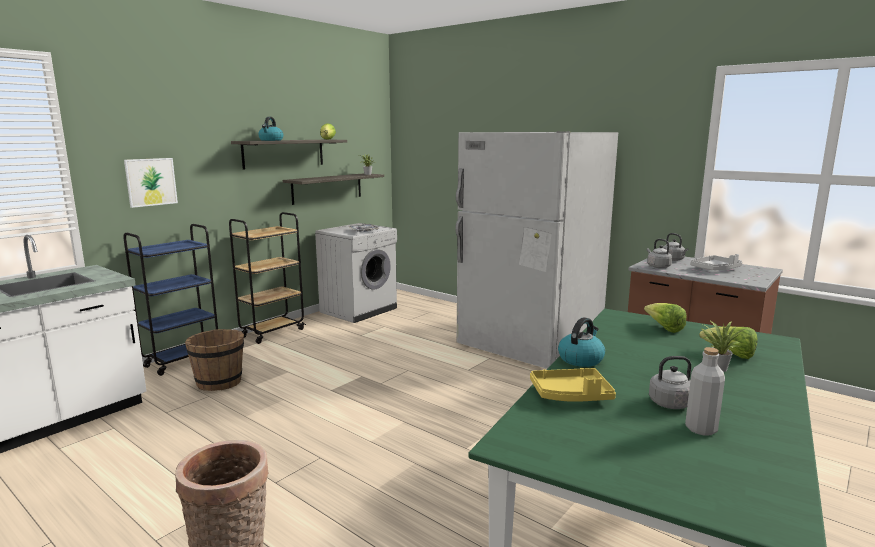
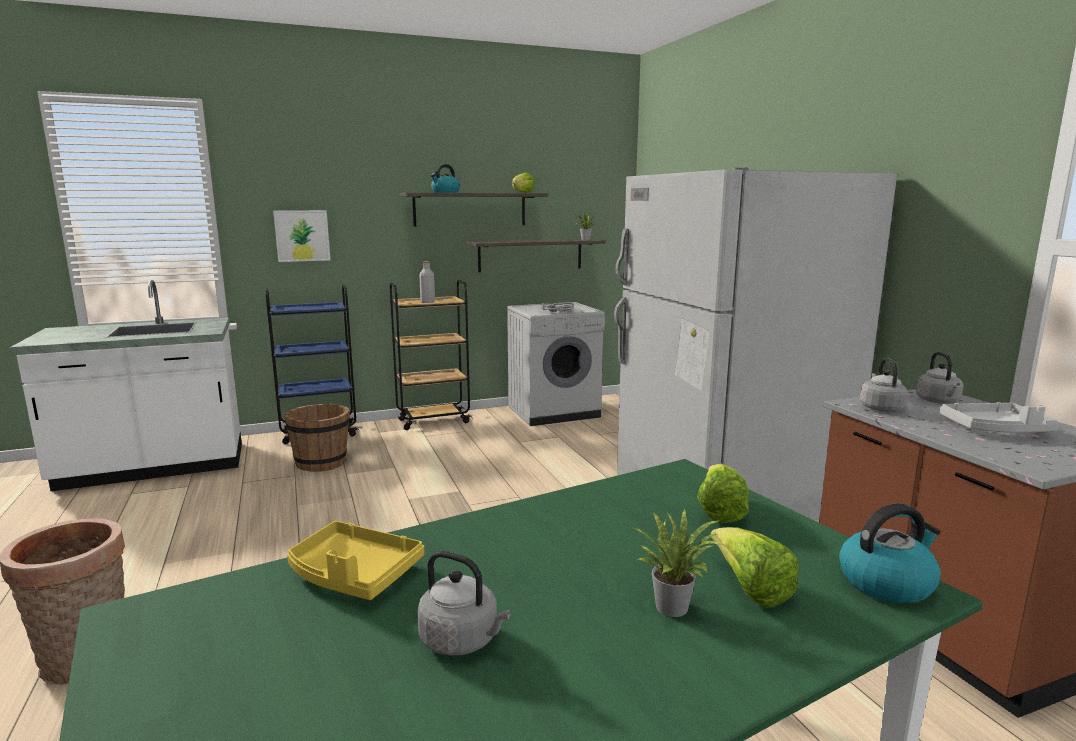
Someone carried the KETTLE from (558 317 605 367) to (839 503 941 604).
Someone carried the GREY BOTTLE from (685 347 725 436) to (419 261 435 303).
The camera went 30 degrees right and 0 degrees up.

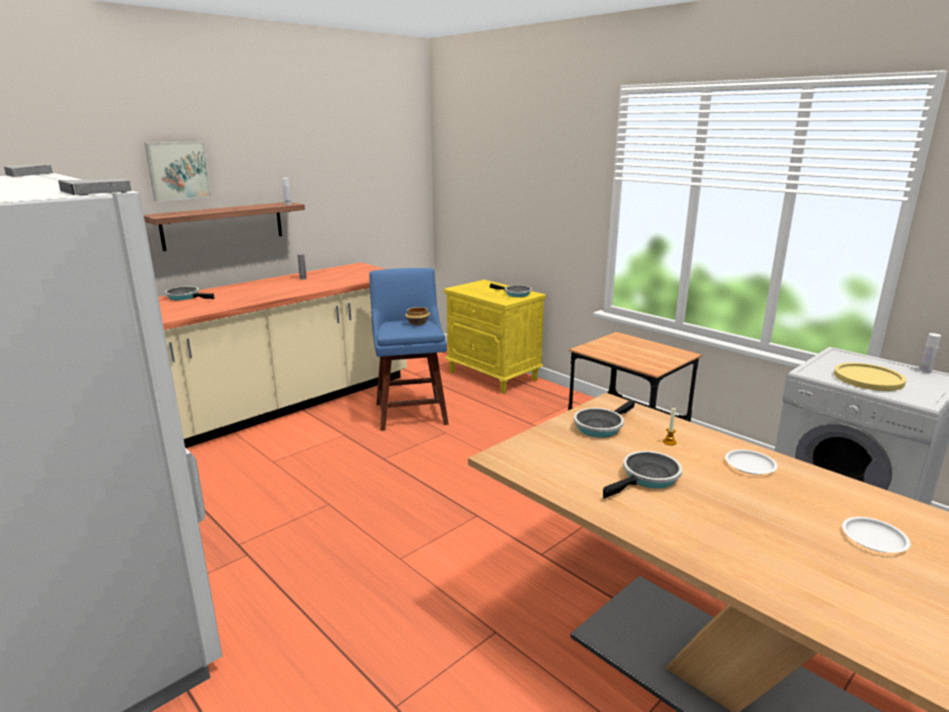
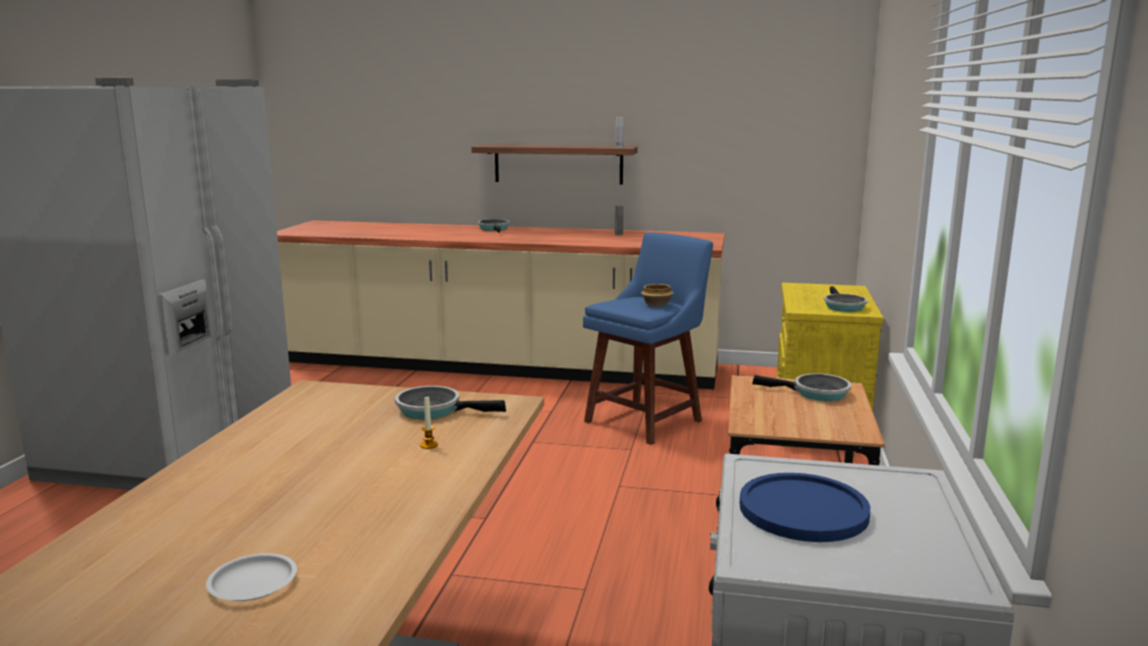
Someone took away the PICTURE at (144 142 212 202).
Someone carried the FRYING PAN from (603 451 682 499) to (752 373 851 401).
Someone took away the WHITE PLATE at (725 450 777 475).
Someone repainted the YELLOW PLATE at (834 363 906 391), which became the BLUE PLATE at (740 473 870 542).
Someone took away the WHITE BOTTLE at (919 333 941 373).
The camera went 55 degrees right and 5 degrees down.

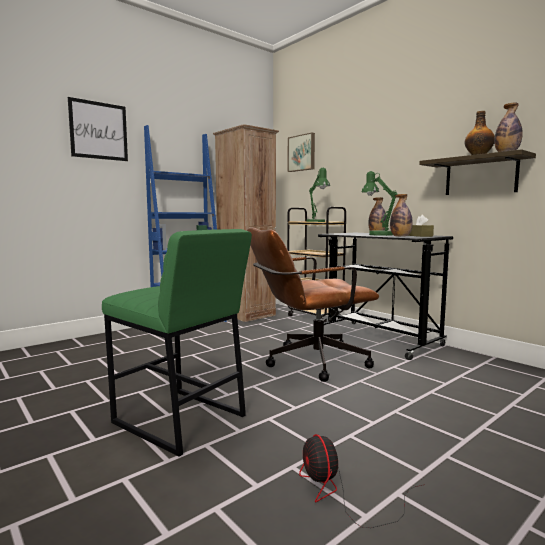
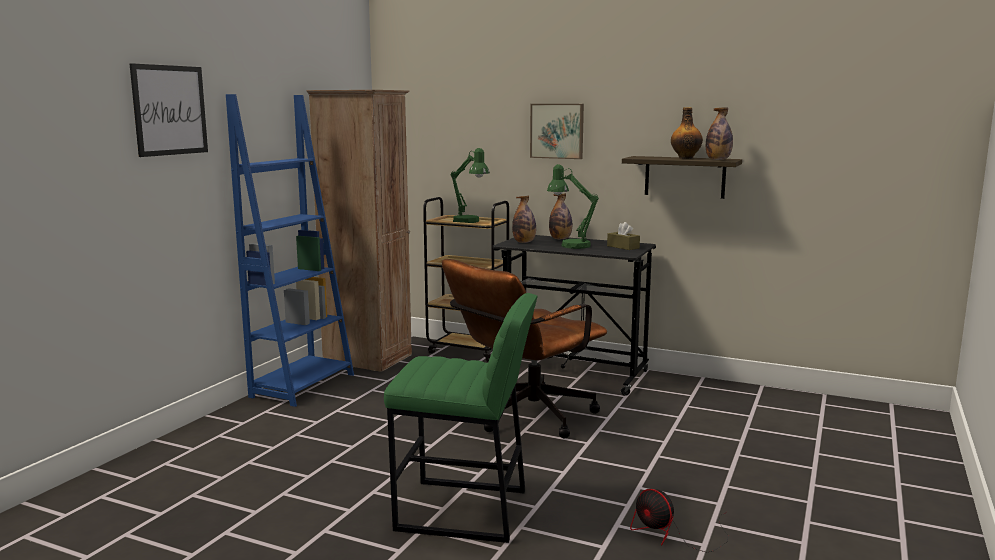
Someone carried the PICTURE from (288 133 315 172) to (530 104 584 159).
Someone carried the BOTTLE from (390 194 413 237) to (512 195 536 243).
The camera went 25 degrees left and 5 degrees up.

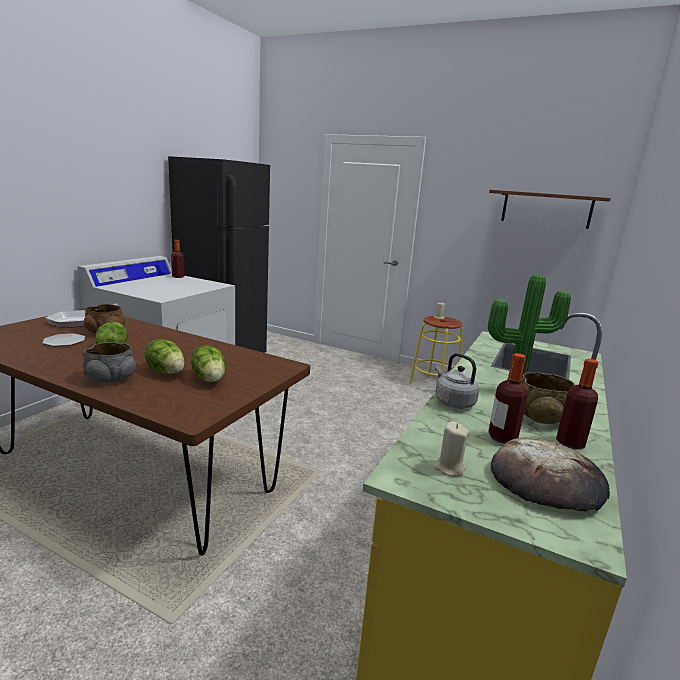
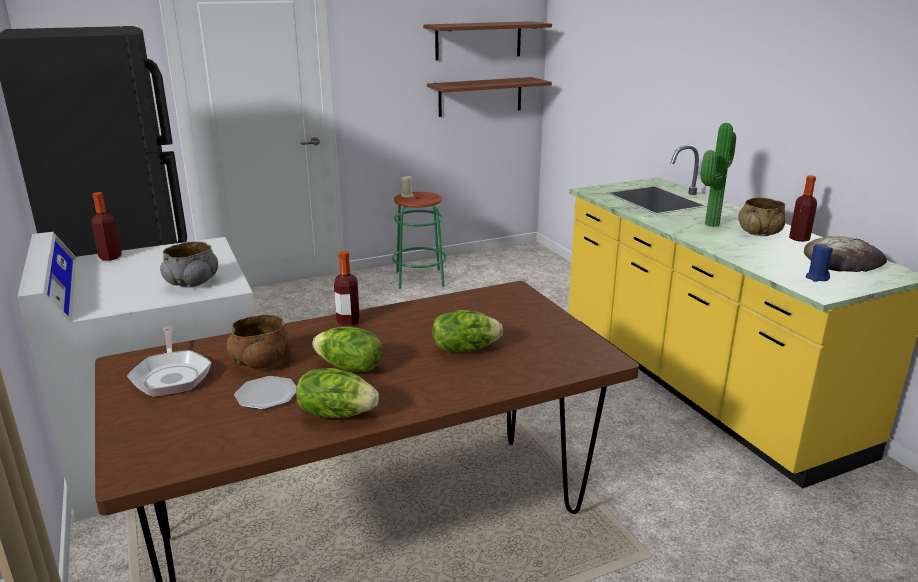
Someone carried the GREY BOWL from (83 342 136 383) to (160 241 218 288).
Someone carried the LETTUCE from (191 345 226 382) to (296 368 379 418).
Someone repainted the YELLOW STOOL at (409 316 462 384), which became the GREEN STOOL at (392 192 447 289).
Someone repainted the BEIGE CANDLE at (433 422 469 477), which became the BLUE CANDLE at (806 244 833 282).
Someone took away the GREY KETTLE at (435 353 480 409).
Someone carried the BOTTLE from (488 353 528 443) to (334 251 360 326).
Someone put up the BROWN SHELF at (427 77 552 117).
The camera went 50 degrees left and 5 degrees up.

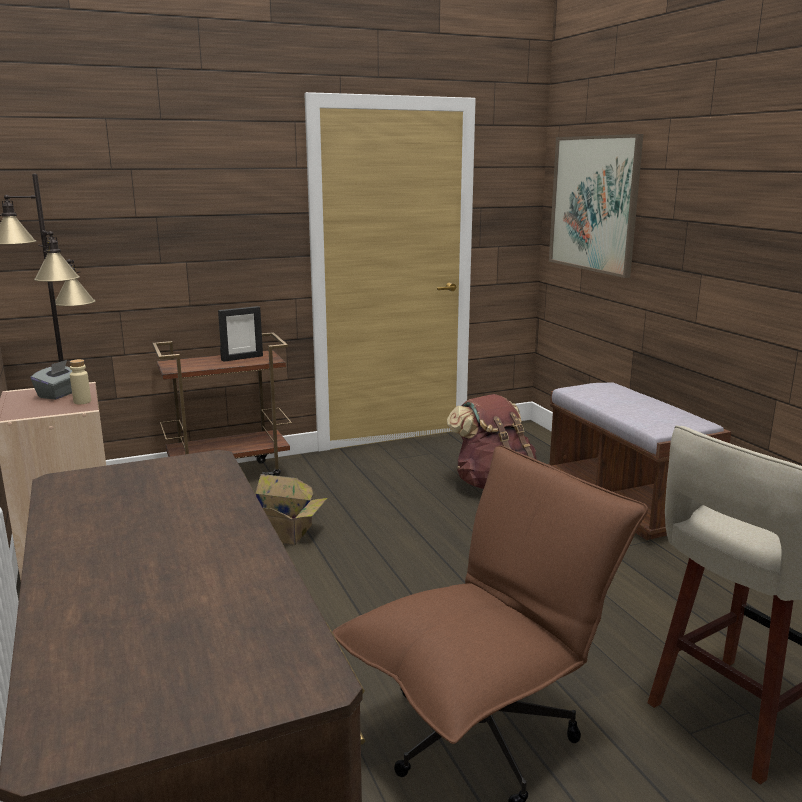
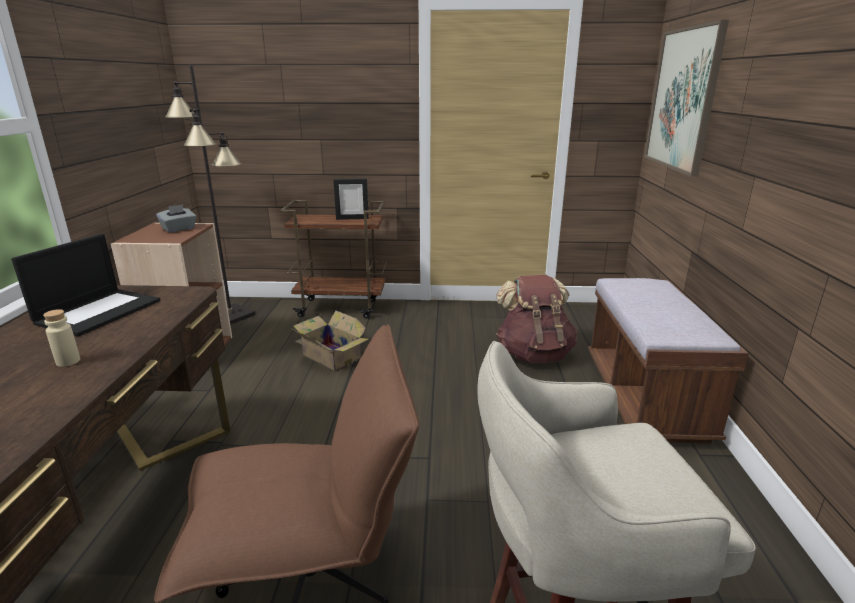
Someone carried the BEIGE BOTTLE from (70 359 91 404) to (43 309 80 367).
Someone put down the LAPTOP at (11 234 161 336).
The camera went 25 degrees right and 5 degrees up.

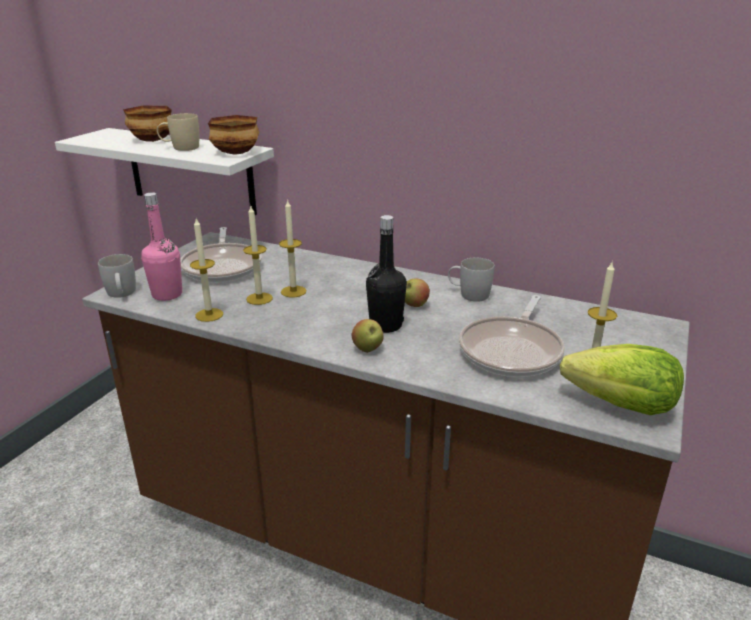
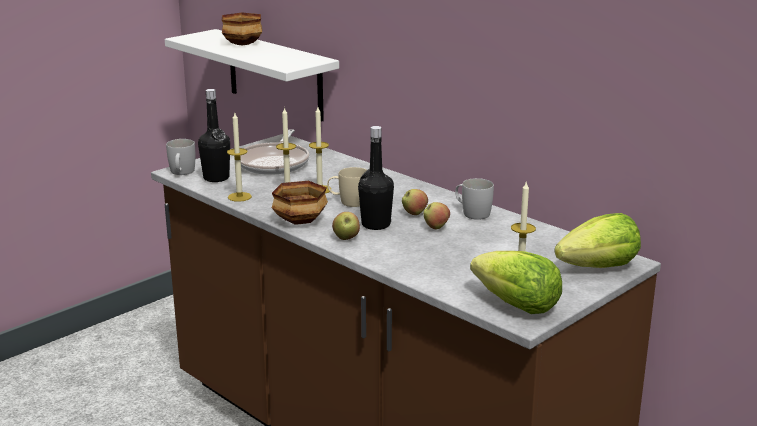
Someone repainted the PINK BOTTLE at (141 192 182 301), which became the BLACK BOTTLE at (198 89 230 182).
Someone carried the BEIGE MUG from (157 113 199 151) to (327 167 367 207).
Someone carried the BOWL from (208 115 259 155) to (272 181 328 224).
Someone took away the FRYING PAN at (459 295 565 377).
Someone put down the APPLE at (423 202 450 230).
Someone put down the LETTUCE at (554 213 641 268).
The camera went 20 degrees right and 5 degrees down.

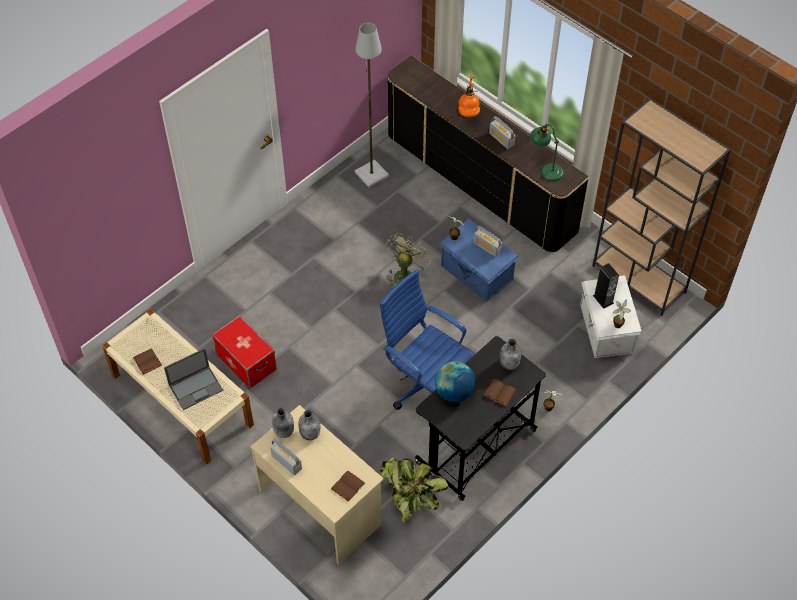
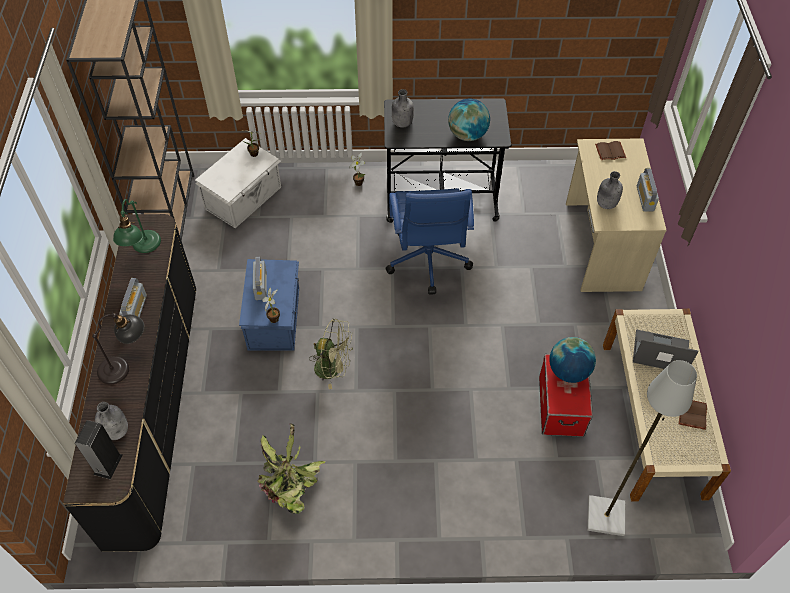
Someone carried the GREY BOTTLE from (272 408 294 438) to (95 402 128 440).
Someone carried the GREY FLOOR LAMP from (355 23 389 187) to (587 360 697 536).
Someone carried the POTTED PLANT from (379 458 449 523) to (257 423 325 514).
Someone rotated the GREEN FAN at (386 233 431 289) by 150 degrees counterclockwise.
Someone repainted the ORANGE TABLE LAMP at (458 74 480 118), which became the GREY TABLE LAMP at (92 312 144 385).
Someone took away the BROWN BOOK at (483 379 516 406).
Someone carried the SPEAKER from (593 263 619 309) to (75 420 122 479).
Someone put down the GLOBE at (549 337 596 383).
The camera went 135 degrees left and 0 degrees up.

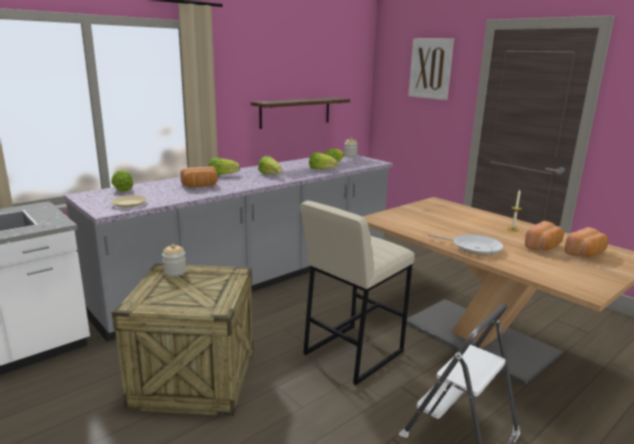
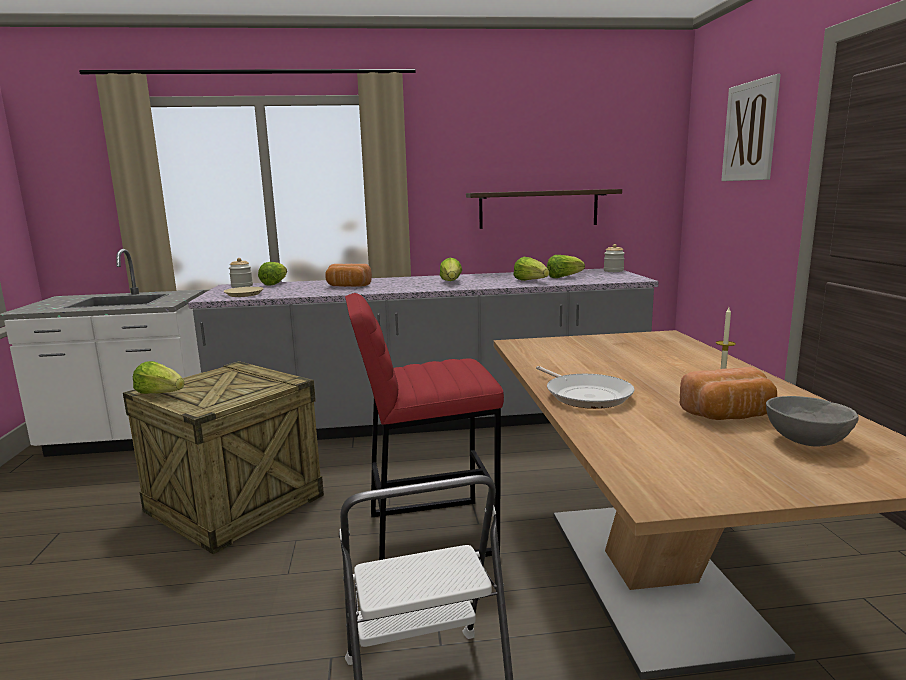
Someone carried the JAR from (162 244 186 276) to (229 258 253 288).
Someone carried the LETTUCE from (209 158 240 176) to (133 361 185 394).
Someone repainted the BEIGE STOOL at (300 200 415 385), which became the RED STOOL at (345 293 504 560).
Someone swapped the BREAD at (565 227 608 257) for the GREY BOWL at (766 396 859 446).
The camera went 35 degrees right and 5 degrees down.

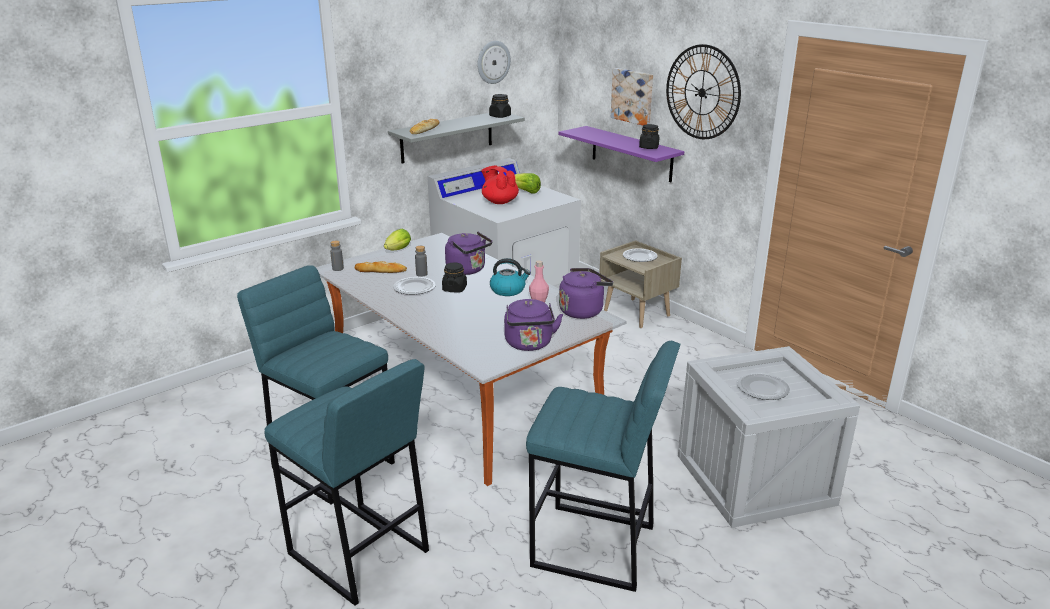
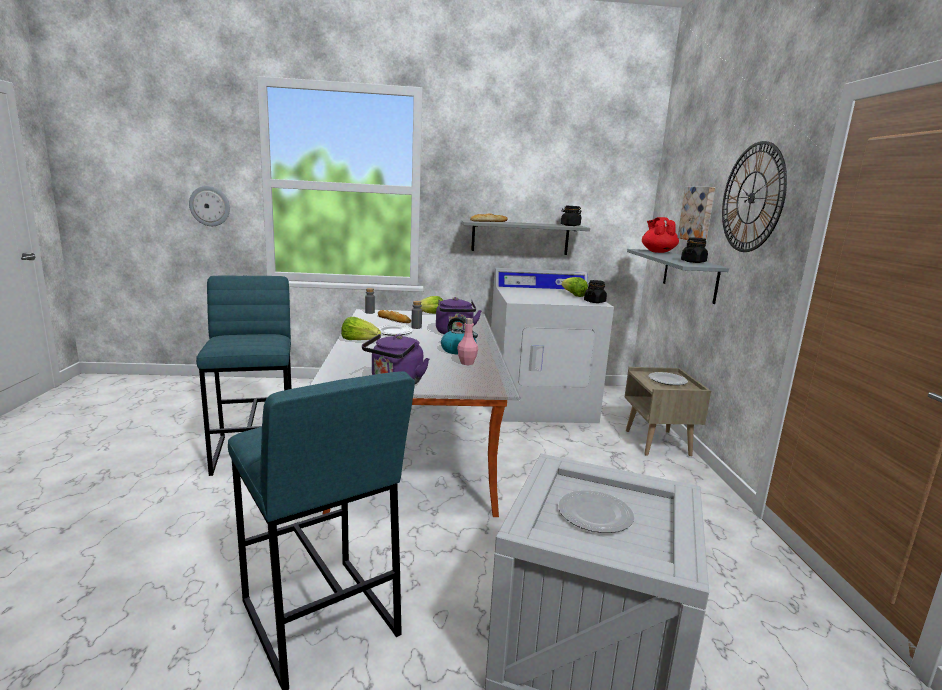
Someone took away the TURQUOISE STOOL at (265 359 429 606).
Someone carried the BLACK JAR from (442 263 467 292) to (584 280 607 303).
Someone carried the WALL CLOCK from (477 41 511 84) to (189 186 230 226).
Someone carried the RED TEAPOT from (481 166 519 204) to (642 217 679 253).
Someone repainted the PURPLE SHELF at (558 126 684 182), which became the GREY SHELF at (627 249 729 304).
Someone took away the PURPLE KETTLE at (559 268 613 319).
Someone put down the LETTUCE at (341 317 381 340).
The camera went 35 degrees right and 10 degrees down.

